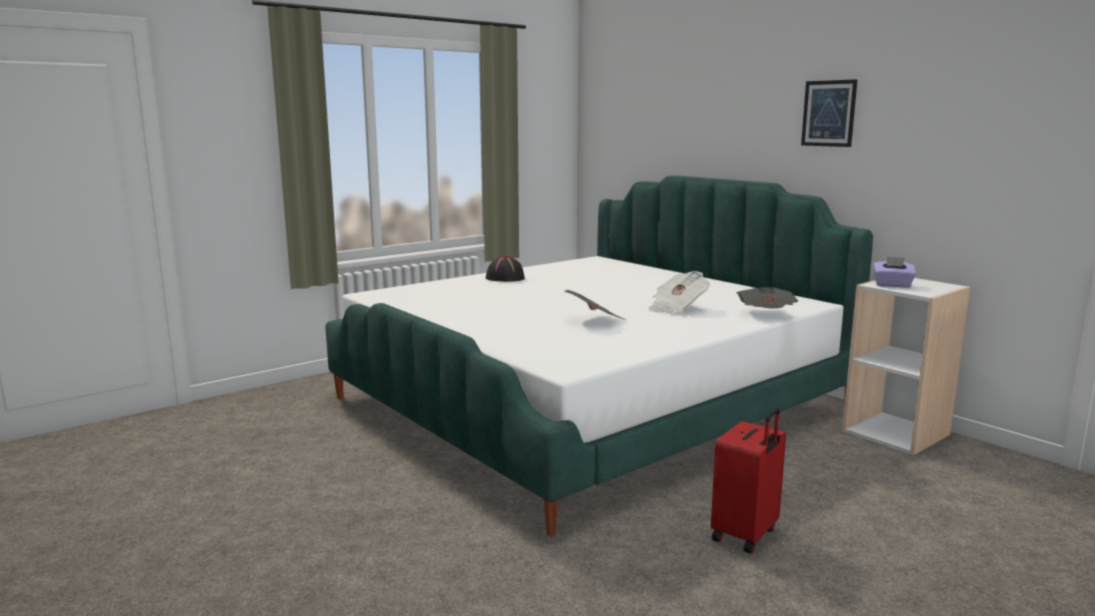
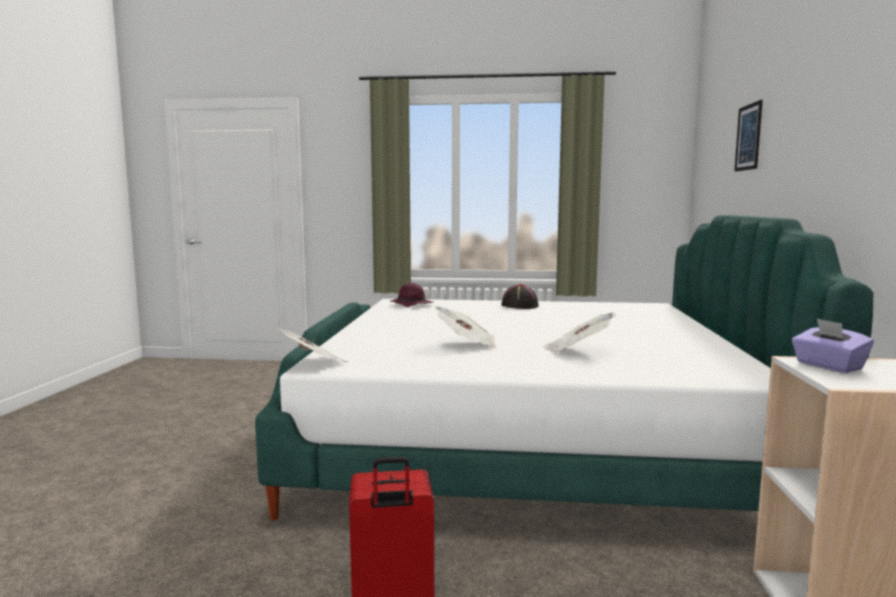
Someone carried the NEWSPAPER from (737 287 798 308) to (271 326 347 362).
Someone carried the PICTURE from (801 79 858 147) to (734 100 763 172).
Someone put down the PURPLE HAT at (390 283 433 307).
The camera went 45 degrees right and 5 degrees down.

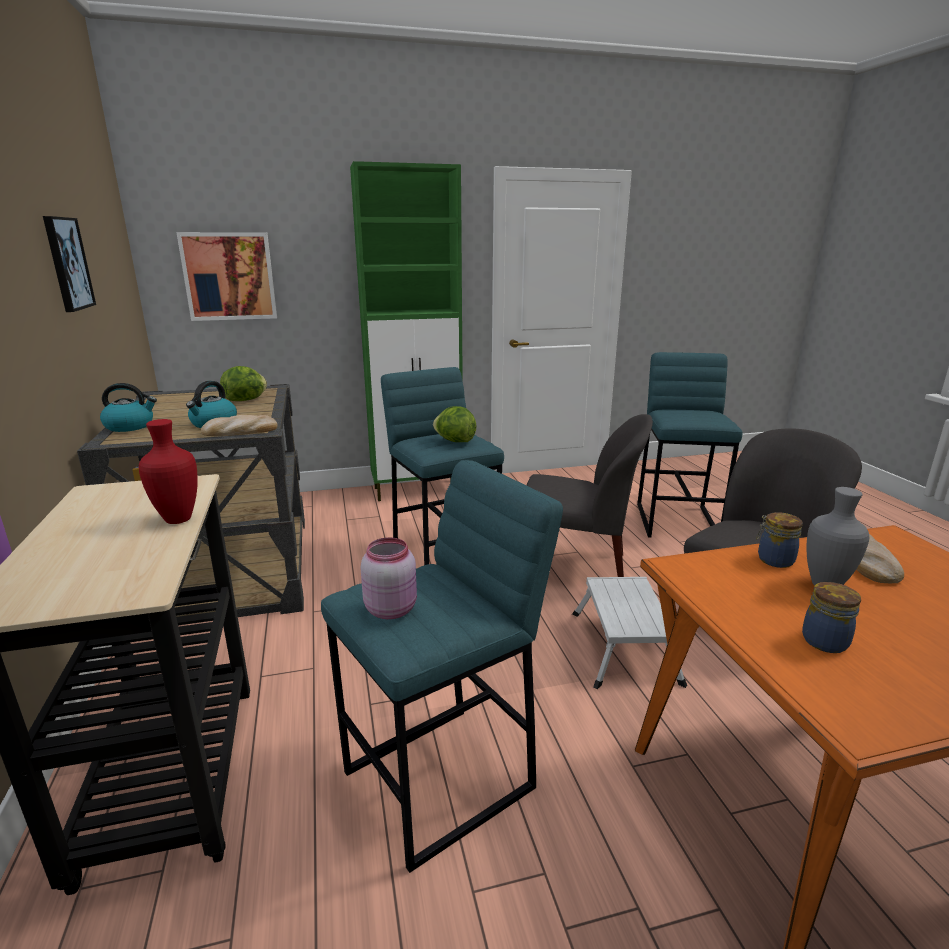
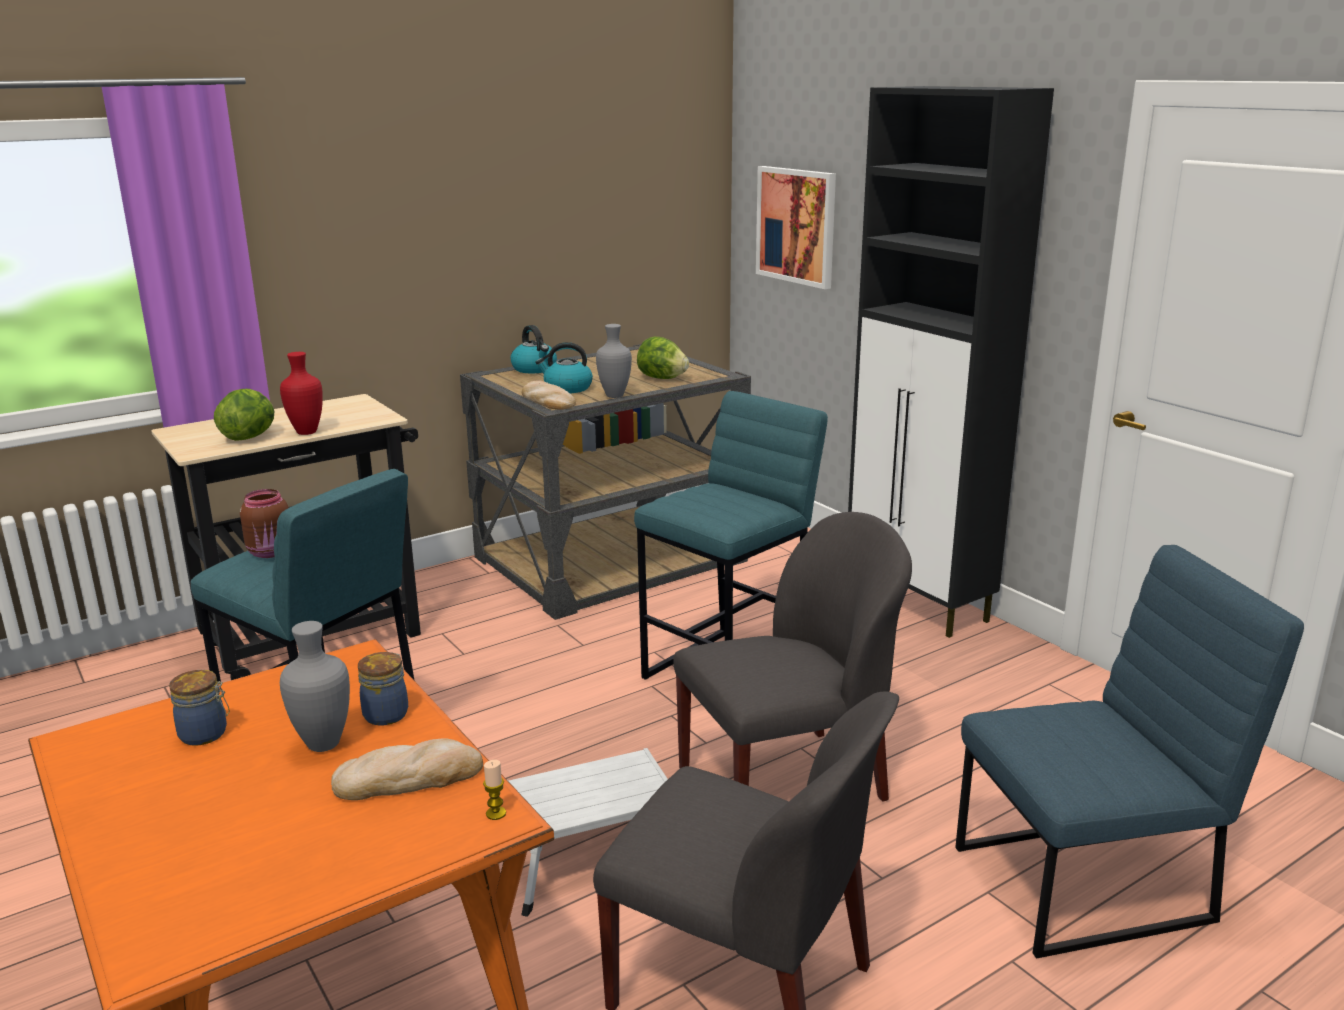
Someone took away the PICTURE at (43 216 96 312).
Someone repainted the GREEN CABINET at (350 161 463 501), which became the BLACK CABINET at (848 86 1054 638).
Someone repainted the PINK JAR at (361 537 417 619), which became the BROWN JAR at (240 489 289 558).
Someone carried the LETTUCE from (433 406 477 442) to (214 389 274 441).
Someone rotated the GREY CHAIR at (526 414 653 577) by 105 degrees counterclockwise.
Someone swapped the TURQUOISE STOOL at (637 352 742 537) for the BLUE CHAIR at (955 545 1304 958).
Someone put down the CANDLE at (483 760 506 820).
Someone put down the GREY VASE at (596 324 632 398).
The camera went 70 degrees right and 0 degrees up.

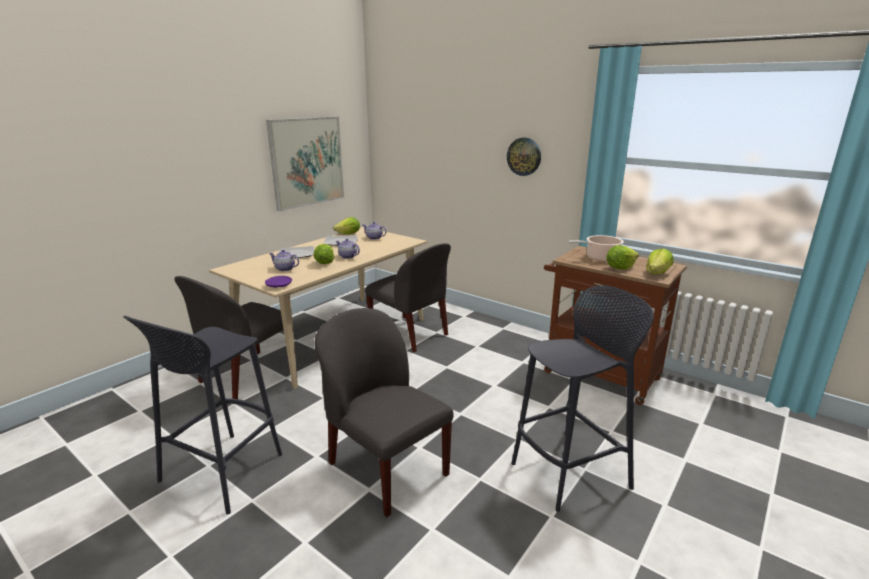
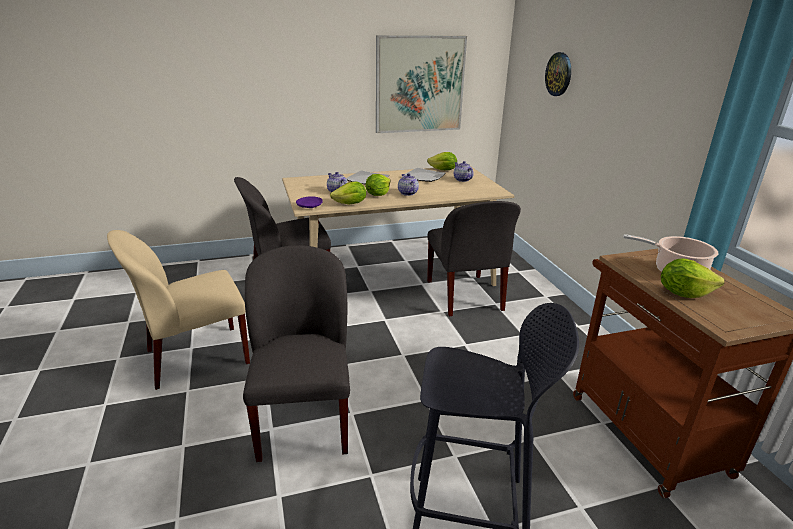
Someone swapped the GREY STOOL at (123 316 282 515) for the BEIGE CHAIR at (107 230 250 390).
Someone carried the WALL CLOCK from (507 138 541 176) to (545 52 571 96).
Someone carried the LETTUCE from (646 248 674 274) to (330 182 366 204).
The camera went 35 degrees right and 5 degrees up.

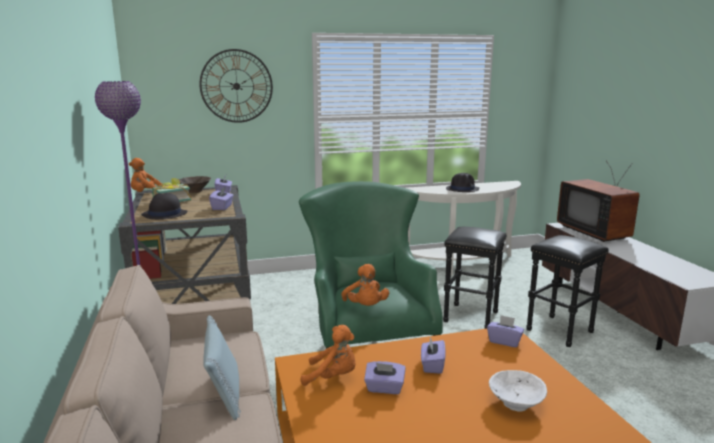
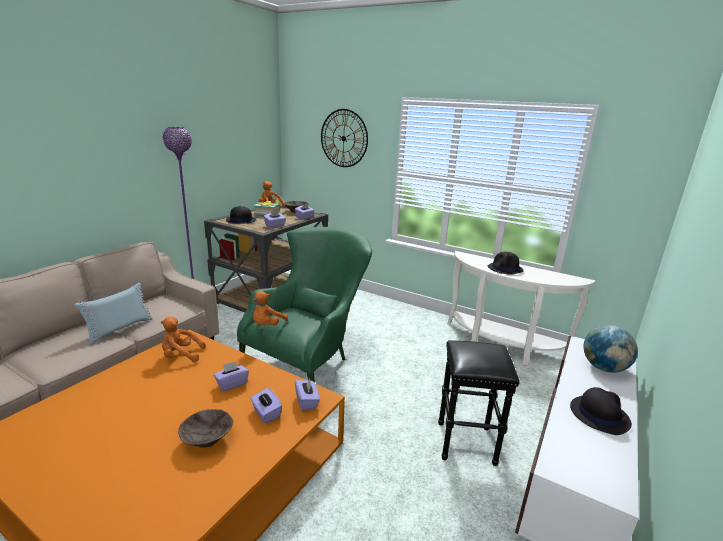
Someone rotated the ORANGE PLUSH TOY at (301 325 356 386) by 120 degrees clockwise.
Someone carried the PURPLE TISSUE BOX from (364 361 406 394) to (250 388 282 423).
Someone took away the BLACK STOOL at (443 227 507 329).
Someone repainted the WHITE BOWL at (489 370 547 412), which became the BROWN BOWL at (178 409 233 448).
Someone swapped the TELEVISION at (557 161 640 242) for the GLOBE at (584 325 638 373).
Someone put down the BLACK HAT at (570 387 632 435).
The camera went 45 degrees right and 5 degrees up.

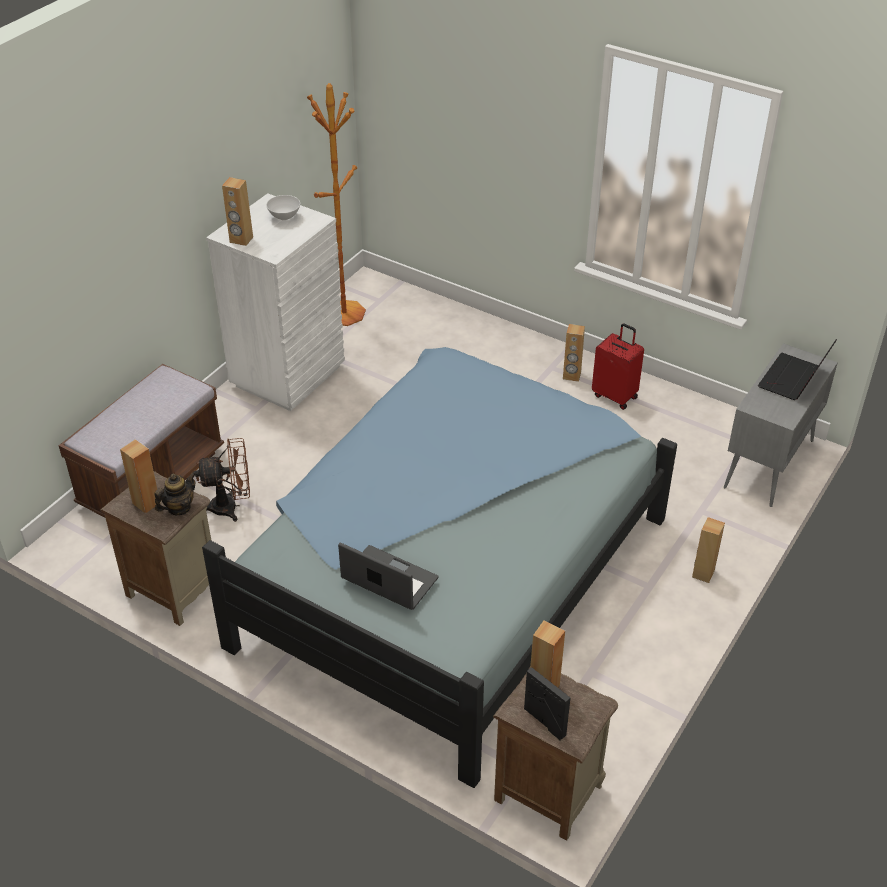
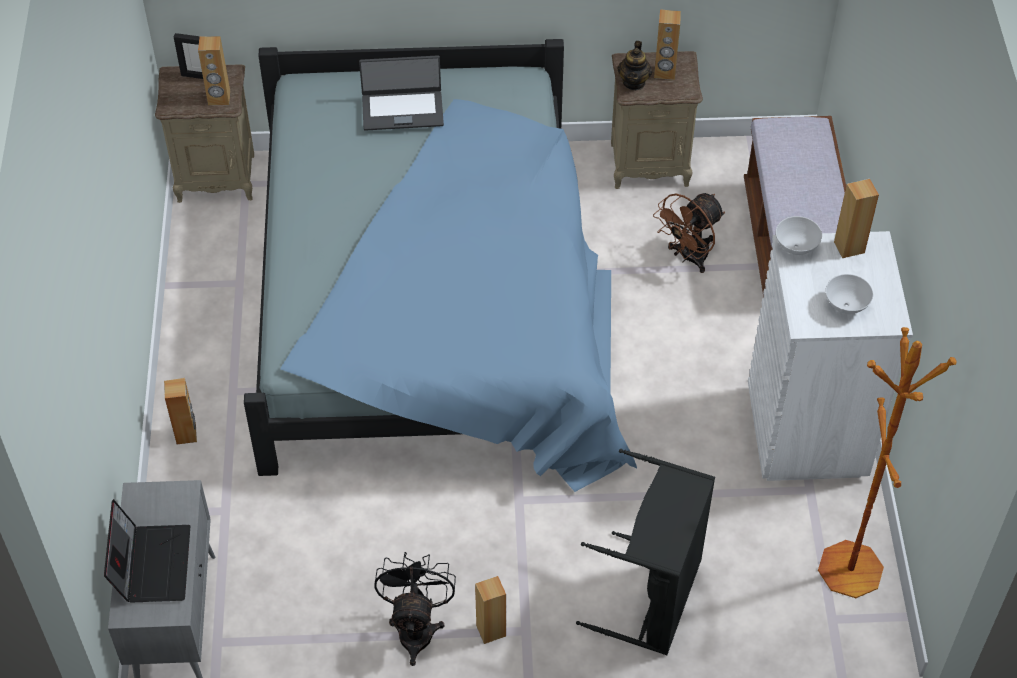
Someone swapped the RED SUITCASE at (592 323 644 410) for the BLACK FAN at (374 552 456 666).
Someone put down the BLACK LAUNDRY BASKET at (576 449 715 655).
Someone put down the WHITE BOWL at (776 216 822 255).
The camera went 145 degrees right and 10 degrees up.

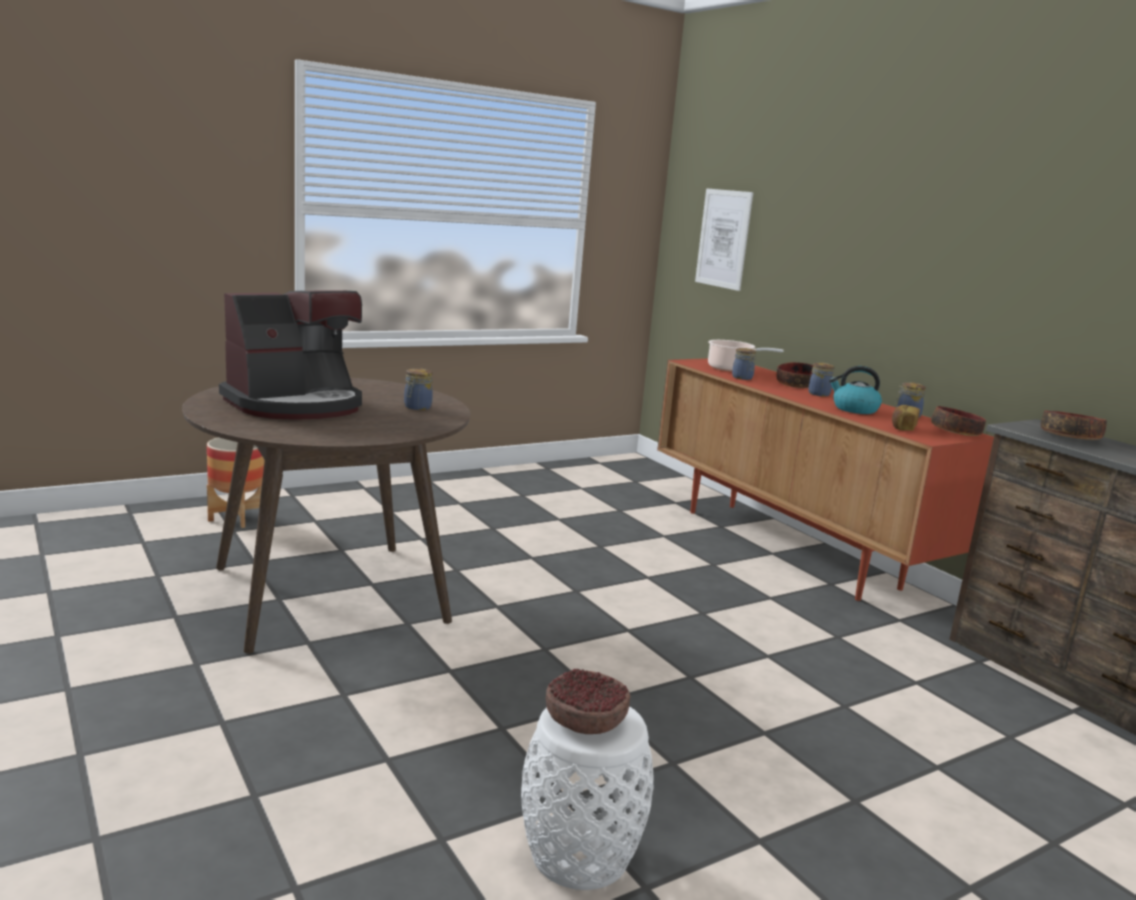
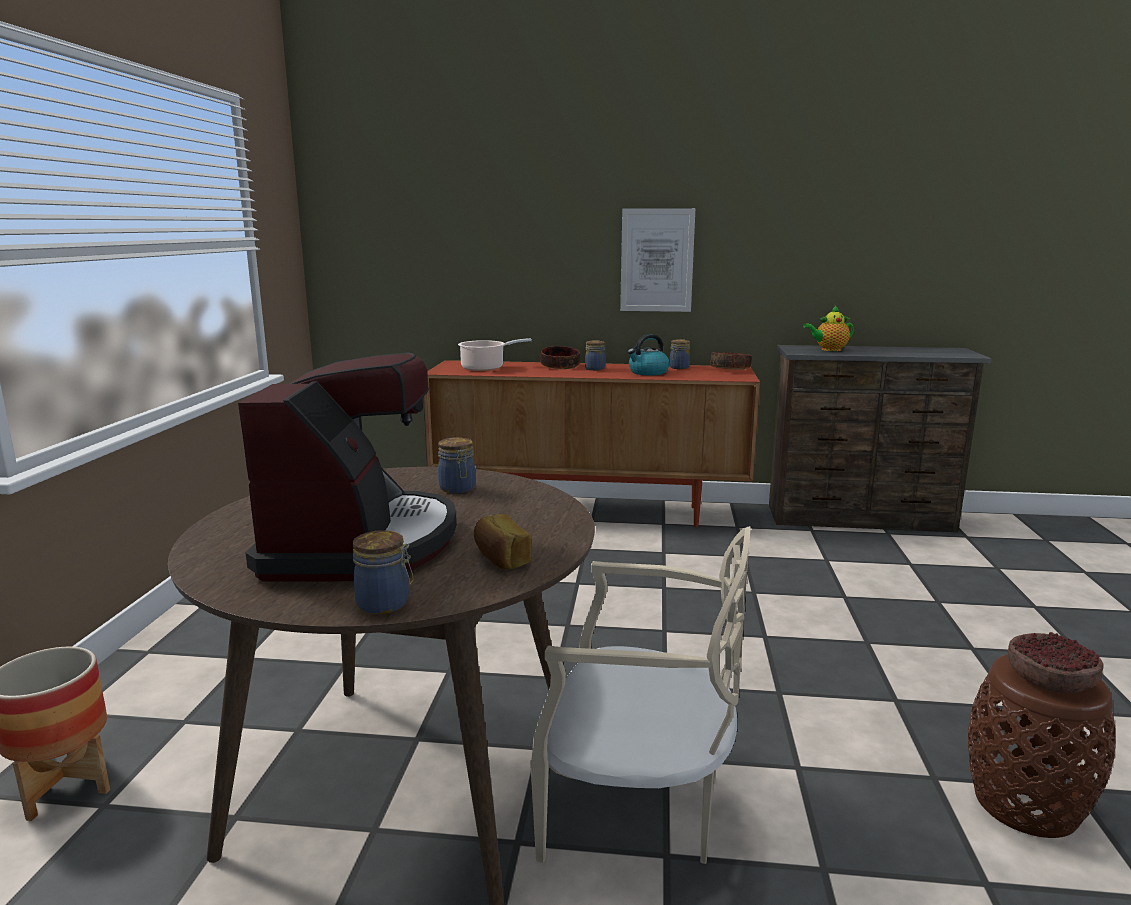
Someone repainted the WHITE STOOL at (521 706 653 890), which became the BROWN STOOL at (968 654 1116 838).
Someone carried the PICTURE from (695 188 753 291) to (620 208 695 312).
Someone carried the JAR from (732 348 756 380) to (353 530 413 614).
Someone carried the BREAD from (892 405 920 431) to (474 514 531 569).
Someone swapped the BOWL at (1041 410 1107 440) for the TEAPOT at (803 305 854 351).
Someone put down the BEIGE CHAIR at (530 526 751 864).
The camera went 50 degrees left and 0 degrees up.

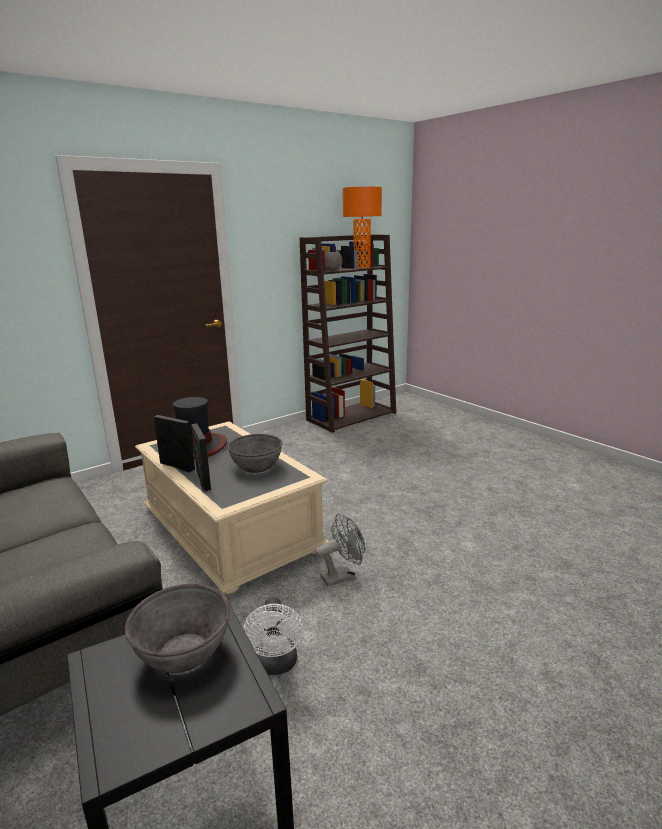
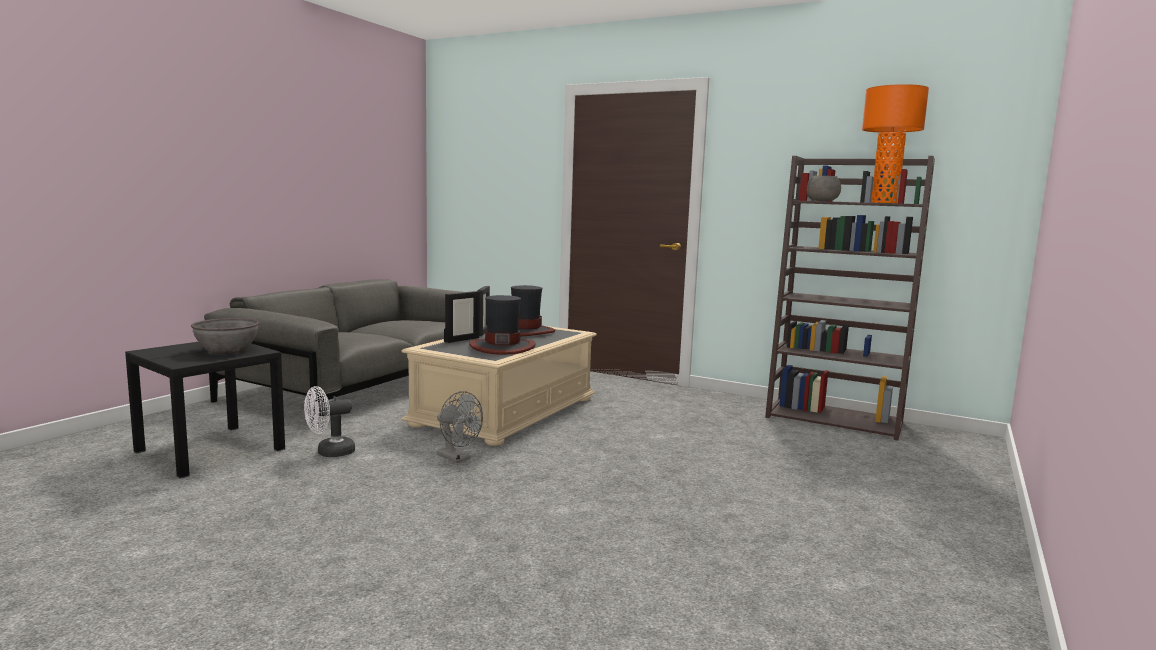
Someone swapped the GREY BOWL at (227 434 283 473) for the HAT at (469 295 536 355).
The camera went 65 degrees right and 10 degrees down.

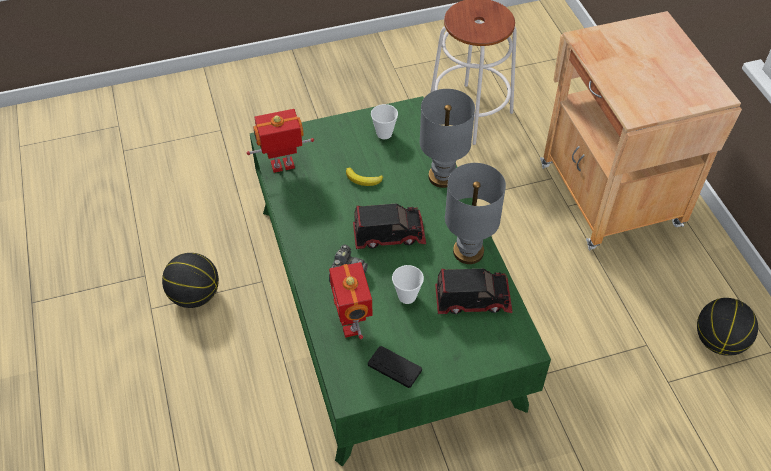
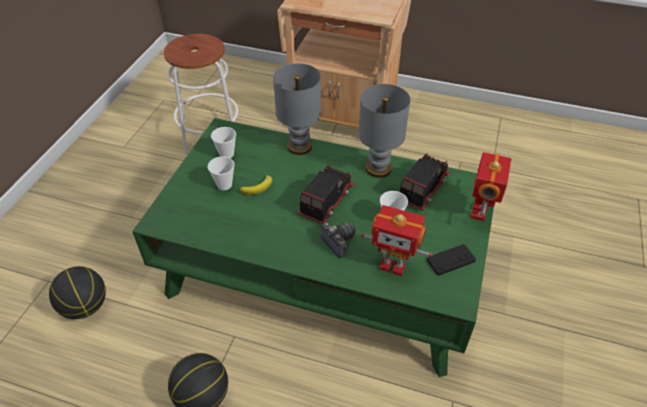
Someone carried the TOY ROBOT from (247 109 314 173) to (471 152 511 221).
Someone carried the BASKETBALL from (697 298 758 356) to (49 266 106 319).
Someone put down the CUP at (208 156 235 190).
The camera went 55 degrees left and 5 degrees down.

